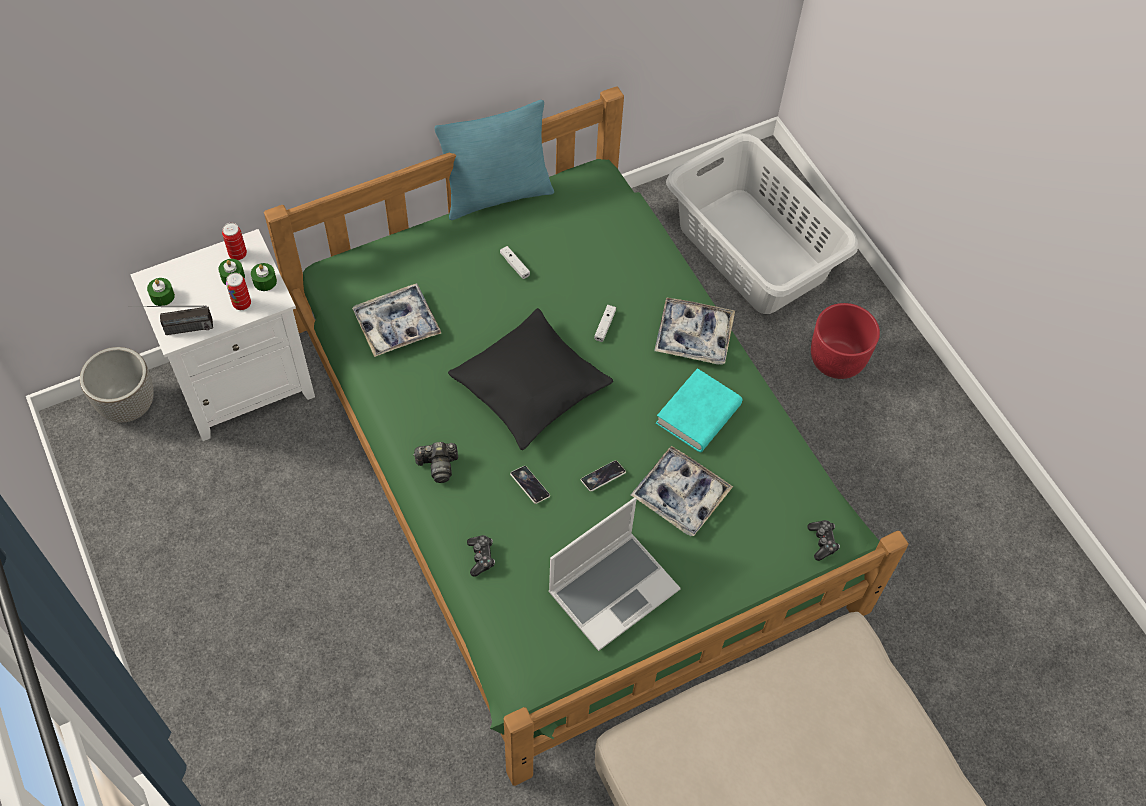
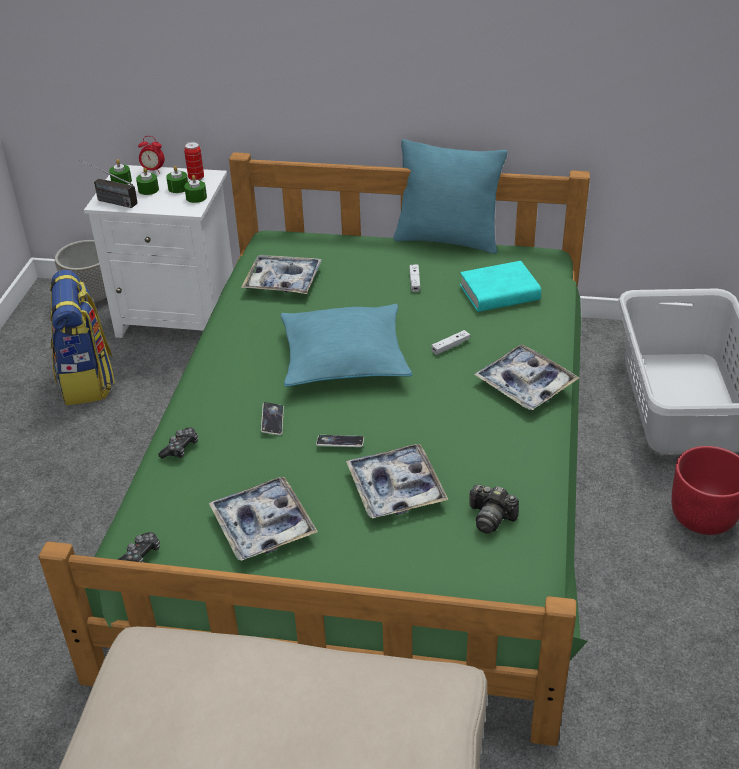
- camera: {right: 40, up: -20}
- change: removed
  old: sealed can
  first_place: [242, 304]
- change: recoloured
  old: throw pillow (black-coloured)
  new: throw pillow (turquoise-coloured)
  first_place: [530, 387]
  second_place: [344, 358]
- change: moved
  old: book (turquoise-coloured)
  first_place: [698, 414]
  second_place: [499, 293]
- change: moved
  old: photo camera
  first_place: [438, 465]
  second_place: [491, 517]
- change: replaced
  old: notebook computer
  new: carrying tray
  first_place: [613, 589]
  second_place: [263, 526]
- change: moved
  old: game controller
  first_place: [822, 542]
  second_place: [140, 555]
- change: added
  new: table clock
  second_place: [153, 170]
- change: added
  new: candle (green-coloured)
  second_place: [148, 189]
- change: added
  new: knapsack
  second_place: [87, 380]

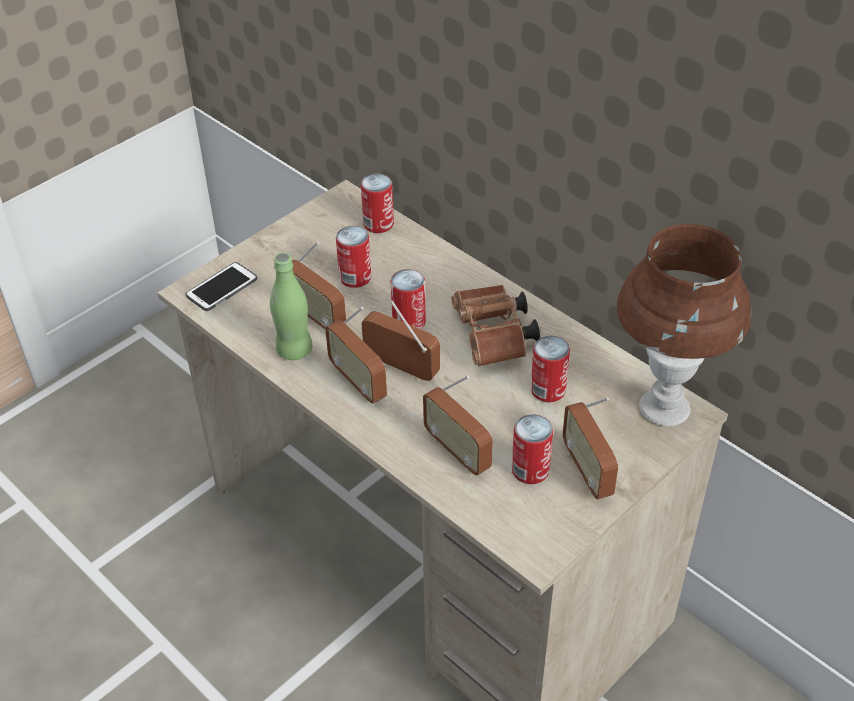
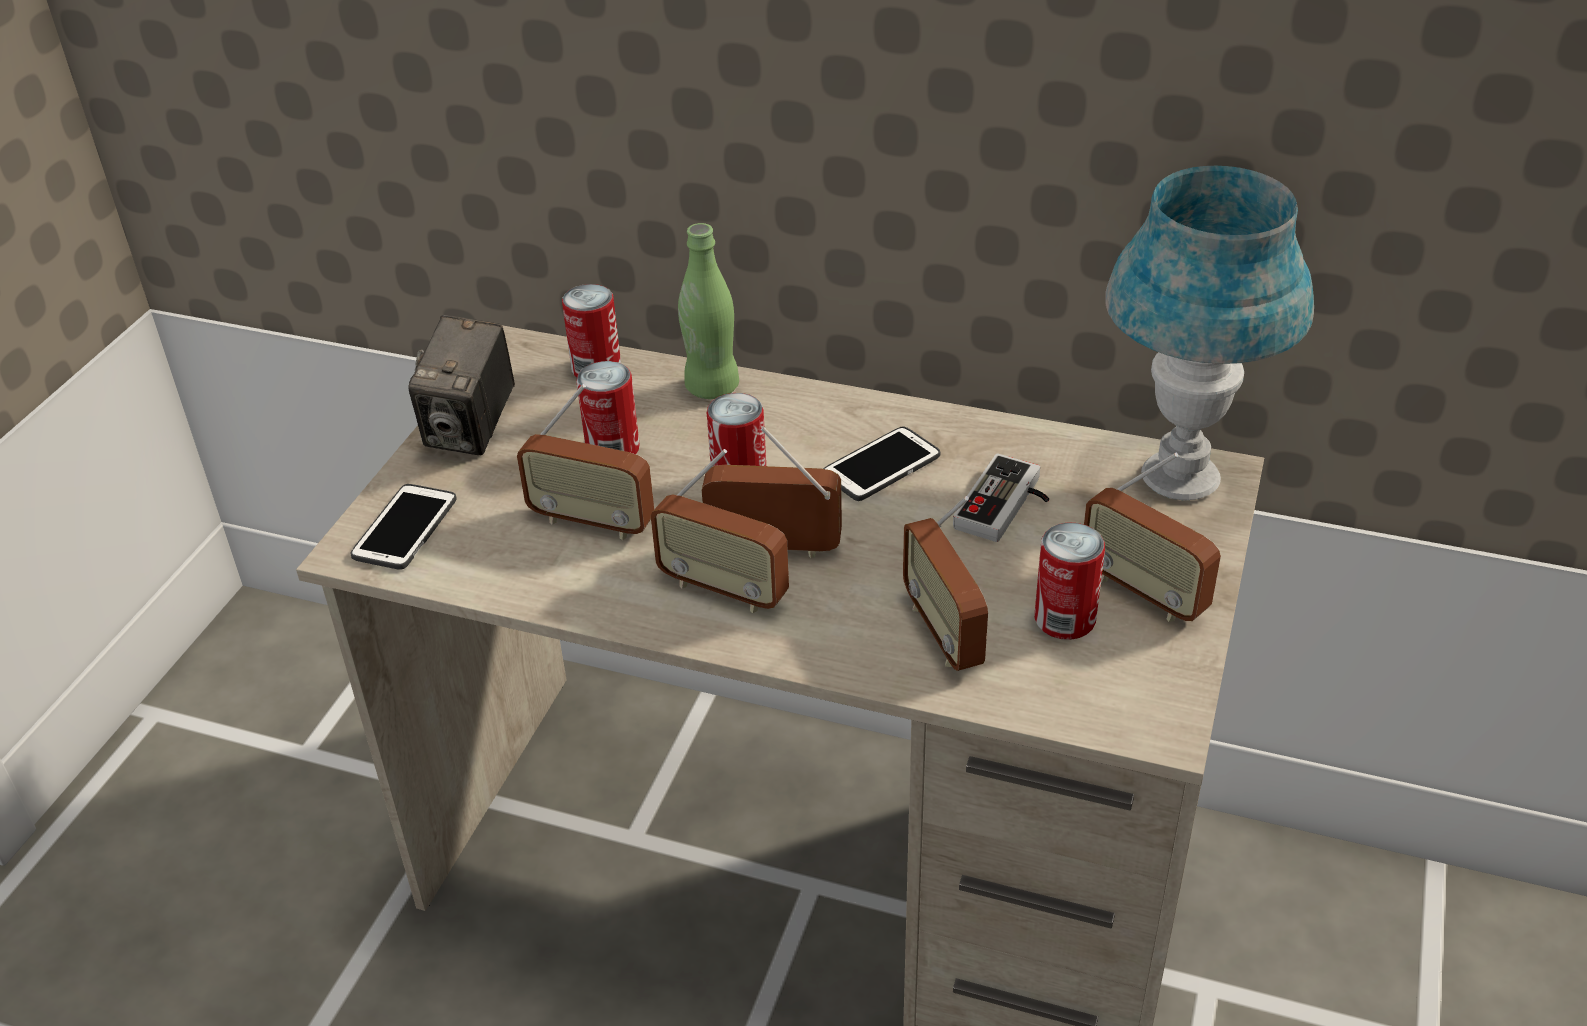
- camera: {right: -25, up: -5}
- change: recoloured
  old: tabletop lamp (brown-coloured)
  new: tabletop lamp (blue)
  first_place: [664, 408]
  second_place: [1180, 477]
- change: moved
  old: bottle (green-coloured)
  first_place: [294, 350]
  second_place: [712, 387]
- change: replaced
  old: pair of binoculars (brown-coloured)
  new: handset
  first_place: [494, 339]
  second_place: [881, 466]
- change: replaced
  old: sealed can
  new: game controller
  first_place: [548, 390]
  second_place: [1007, 507]
- change: turned
  old: radio
  first_place: [457, 452]
  second_place: [943, 632]
  degrees: 45
- change: added
  new: photo camera
  second_place: [471, 429]

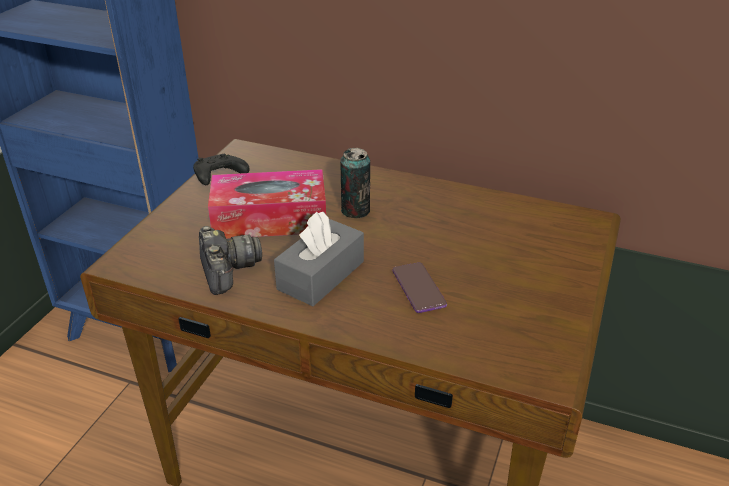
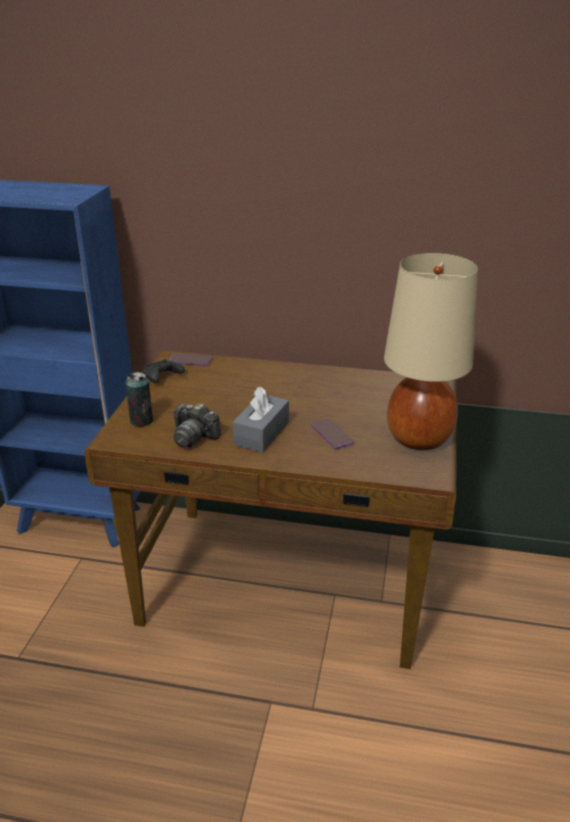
- camera: {right: -10, up: -5}
- change: moved
  old: sealed can
  first_place: [355, 211]
  second_place: [141, 421]
- change: removed
  old: box of tissues
  first_place: [270, 219]
- change: turned
  old: photo camera
  first_place: [227, 271]
  second_place: [194, 437]
  degrees: 150
- change: added
  new: tabletop lamp (sand-coloured)
  second_place: [418, 438]
- change: added
  new: handset
  second_place: [190, 360]

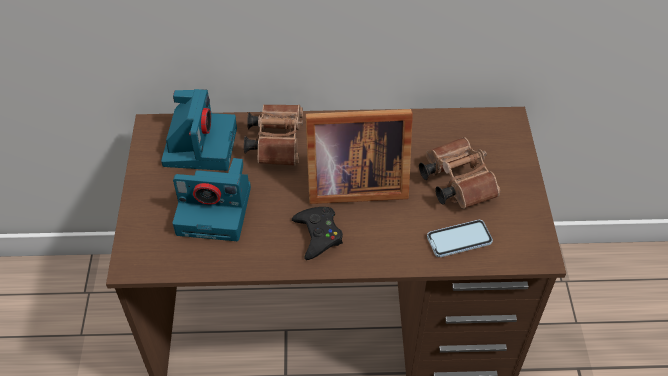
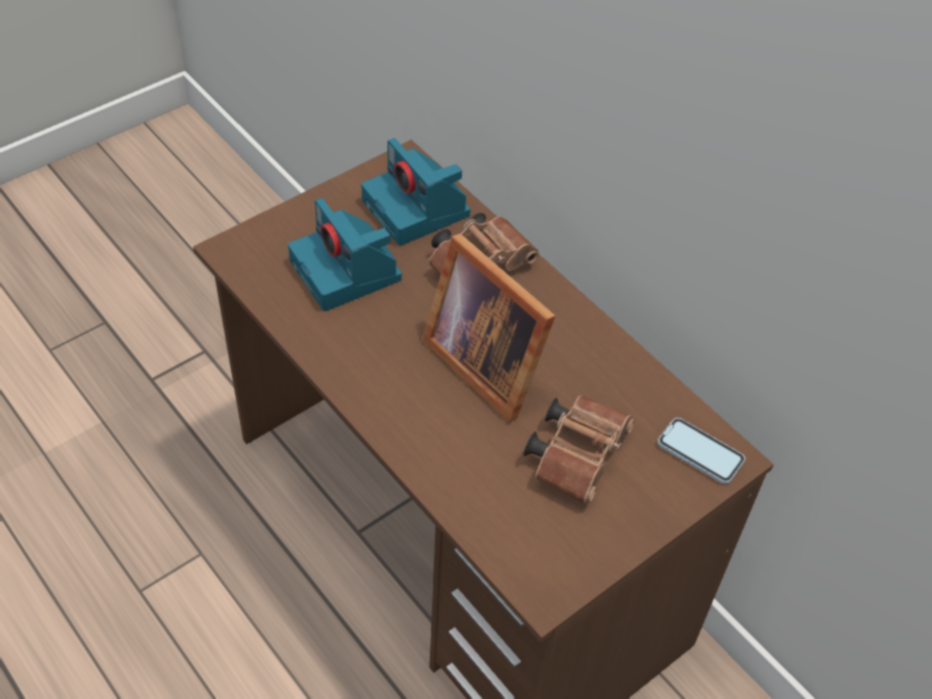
- camera: {right: 50, up: 0}
- change: turned
  old: photo camera
  first_place: [200, 145]
  second_place: [418, 209]
  degrees: 90
- change: removed
  old: game controller (black-coloured)
  first_place: [318, 235]
- change: moved
  old: handset
  first_place: [459, 239]
  second_place: [700, 452]

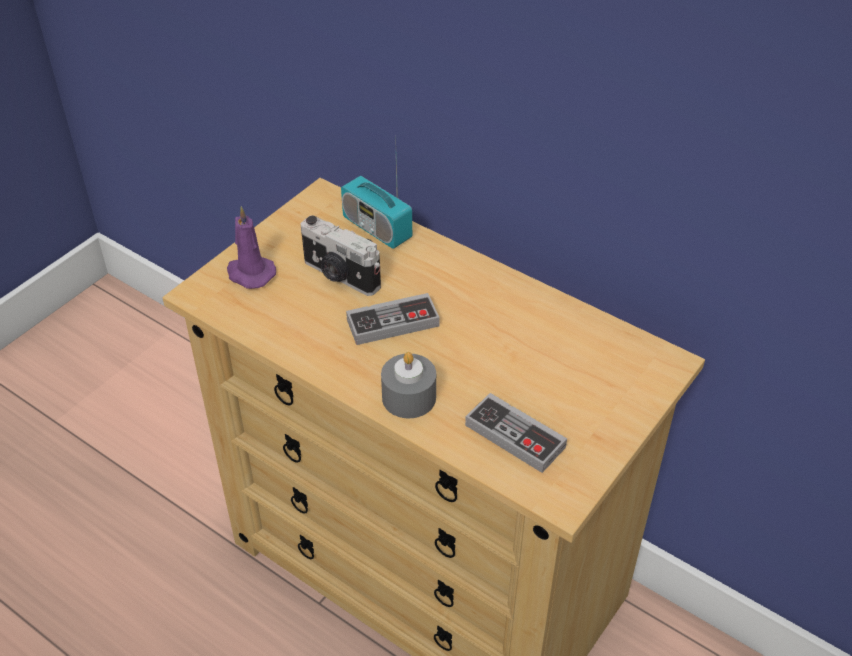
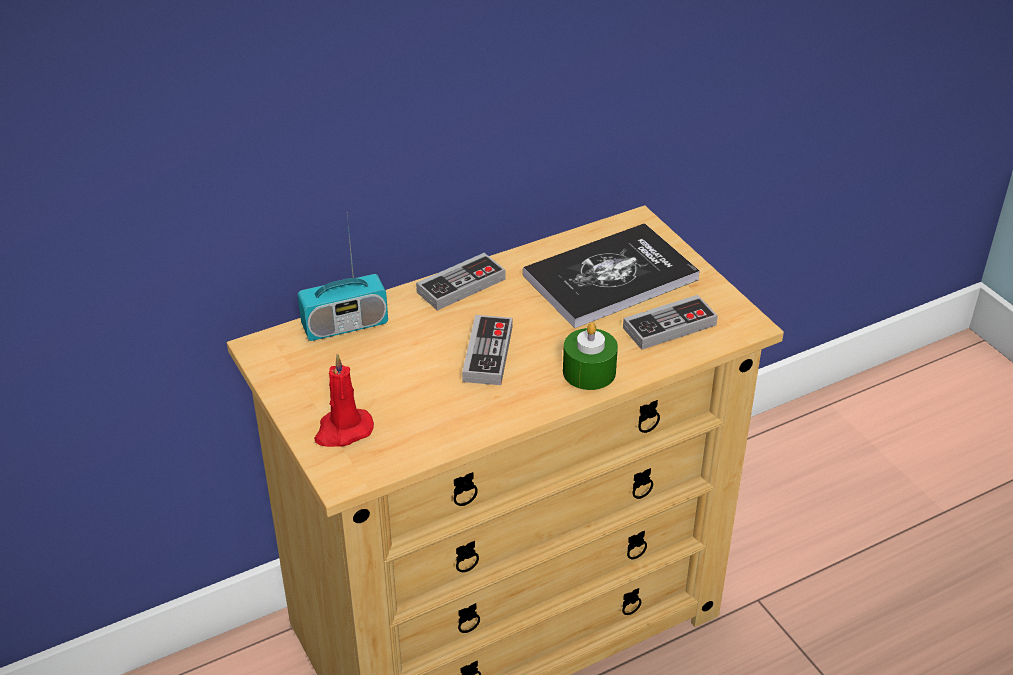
- camera: {right: -65, up: -5}
- change: recoloured
  old: candle (purple)
  new: candle (red)
  first_place: [249, 273]
  second_place: [343, 430]
- change: removed
  old: photo camera
  first_place: [340, 276]
- change: recoloured
  old: candle (gray)
  new: candle (green-coloured)
  first_place: [409, 397]
  second_place: [589, 372]
- change: added
  new: book
  second_place: [610, 277]
- change: added
  new: game controller
  second_place: [461, 285]

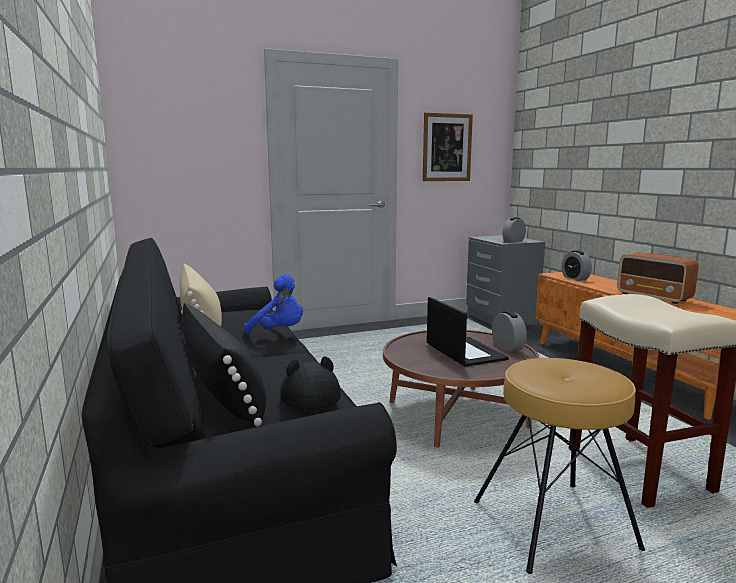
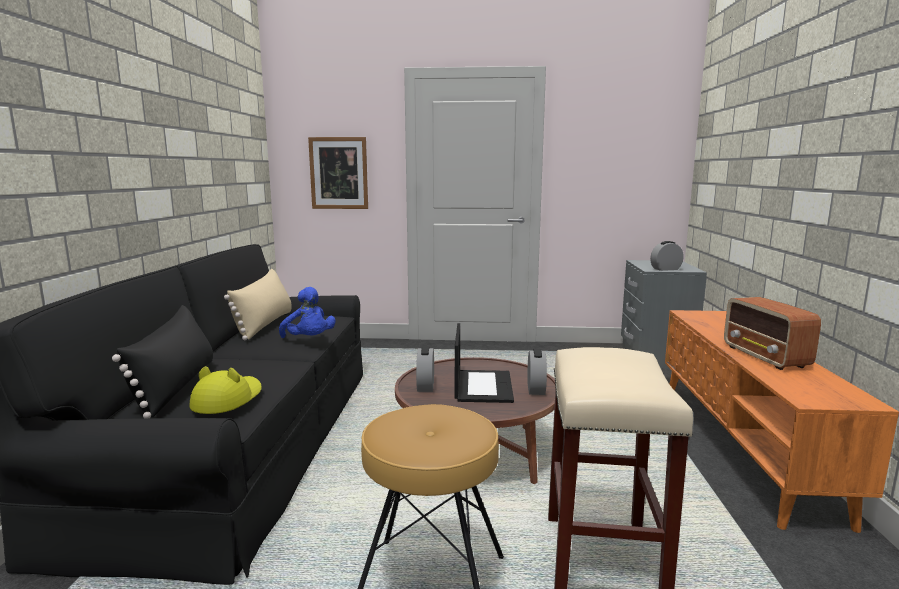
- camera: {right: 25, up: 0}
- change: moved
  old: wall art
  first_place: [447, 147]
  second_place: [339, 173]
- change: moved
  old: table clock
  first_place: [575, 278]
  second_place: [425, 386]
- change: recoloured
  old: clothing hat (black-coloured)
  new: clothing hat (yellow)
  first_place: [308, 393]
  second_place: [227, 399]

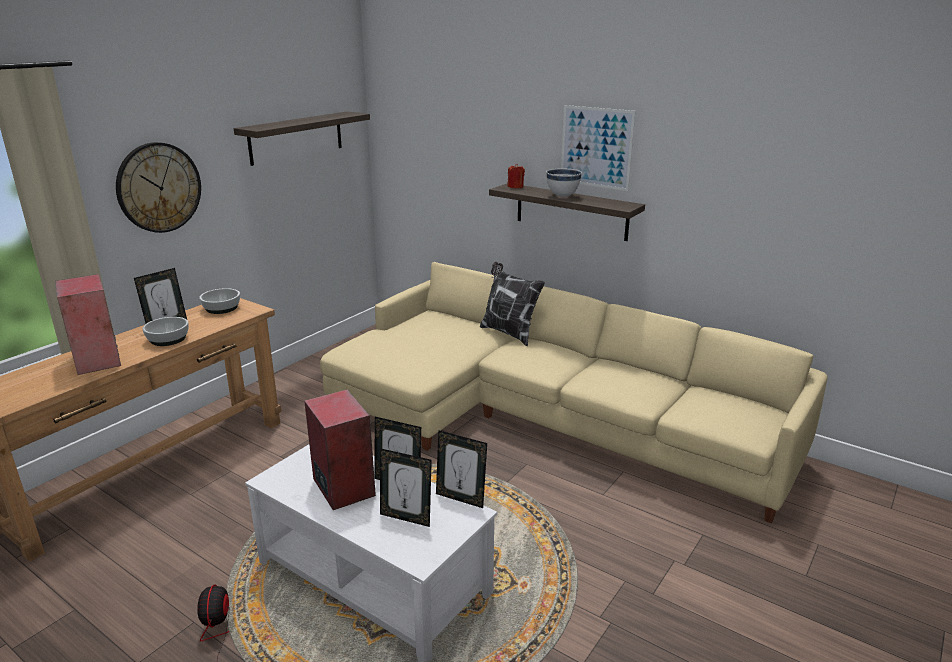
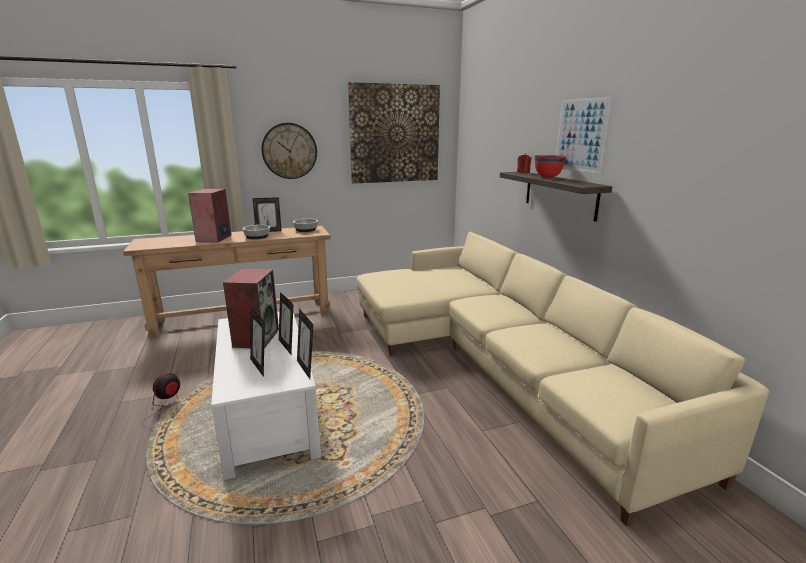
- camera: {right: 35, up: -5}
- change: replaced
  old: wall shelf
  new: wall art
  first_place: [296, 137]
  second_place: [394, 134]
- change: recoloured
  old: deep dish (white)
  new: deep dish (red)
  first_place: [562, 196]
  second_place: [548, 178]
- change: removed
  old: throw pillow
  first_place: [509, 333]

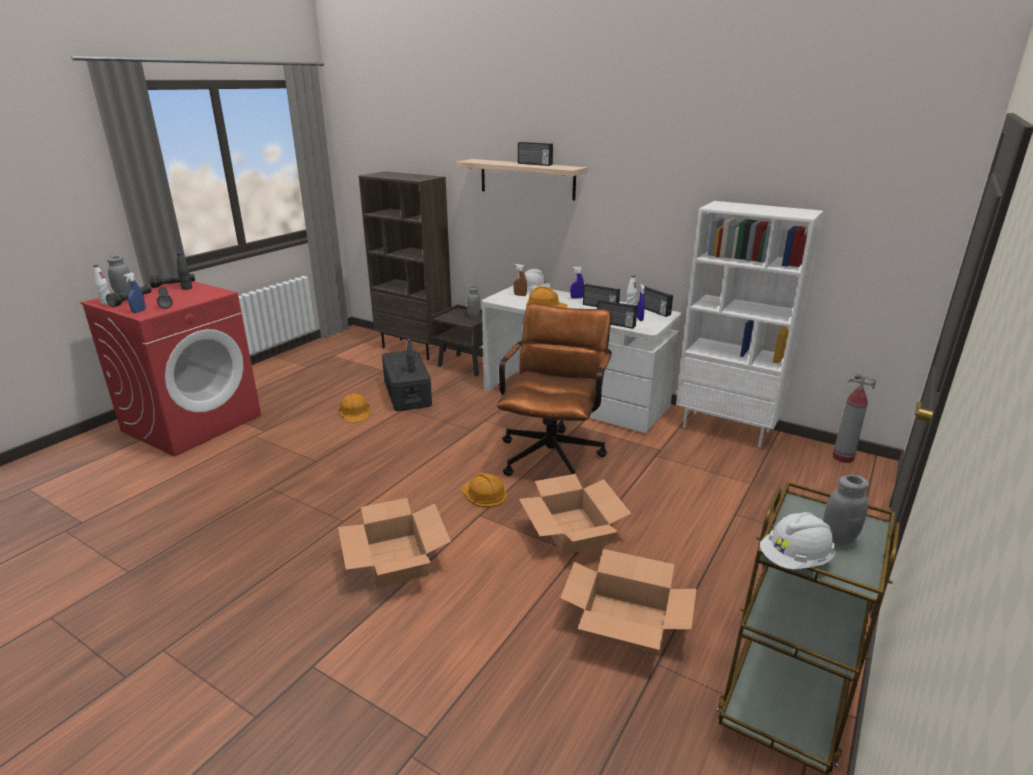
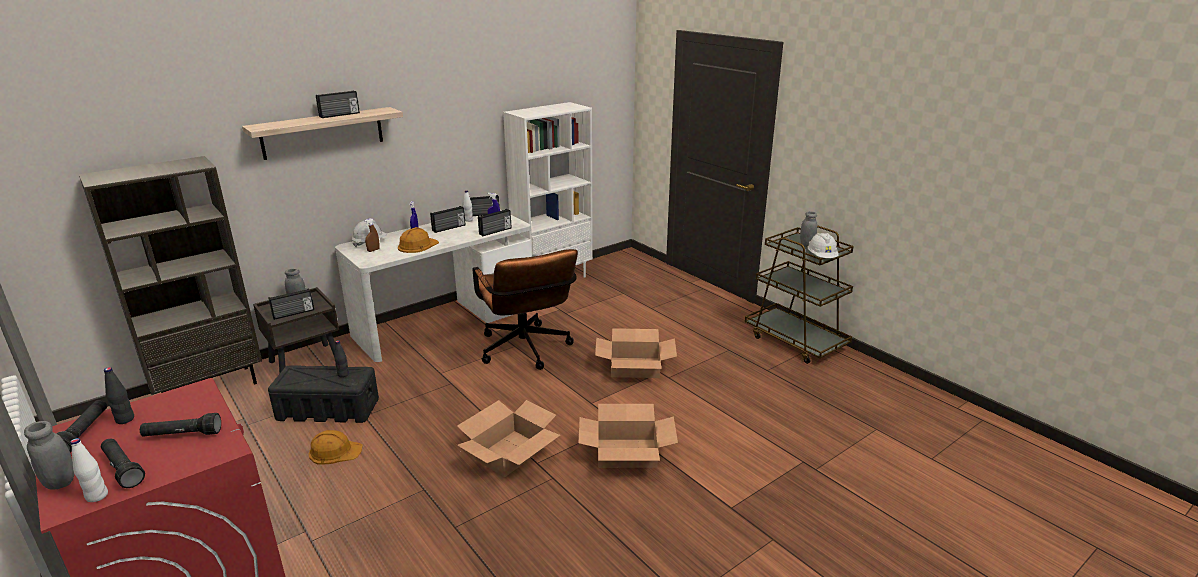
- camera: {right: -70, up: 0}
- change: removed
  old: hand sprayer (blue)
  first_place: [139, 311]
- change: turned
  old: computer chair (brown-coloured)
  first_place: [553, 452]
  second_place: [526, 351]
  degrees: -150
- change: removed
  old: fire-fighting cylinder
  first_place: [842, 457]
- change: removed
  old: safety helmet (orange-coloured)
  first_place: [483, 494]
- change: moved
  old: cardboard box
  first_place: [626, 622]
  second_place: [509, 453]
- change: added
  new: radio
  second_place: [293, 313]

